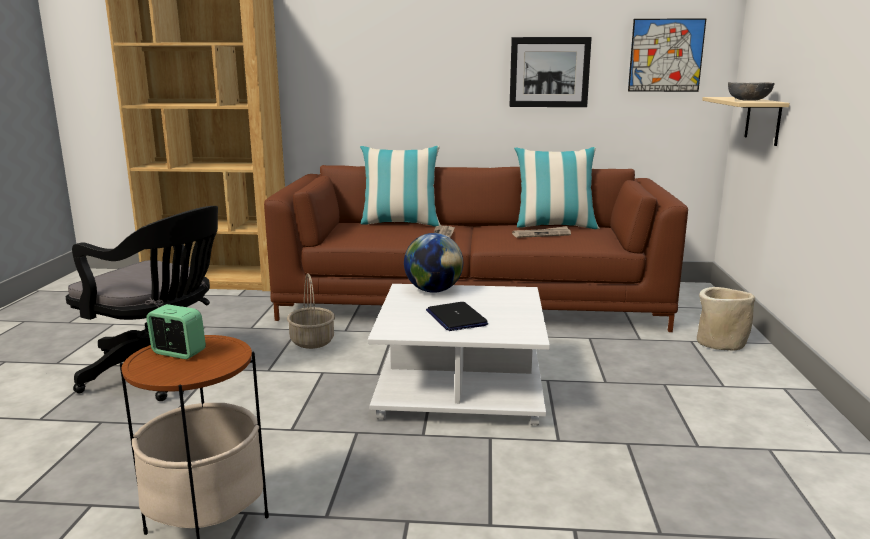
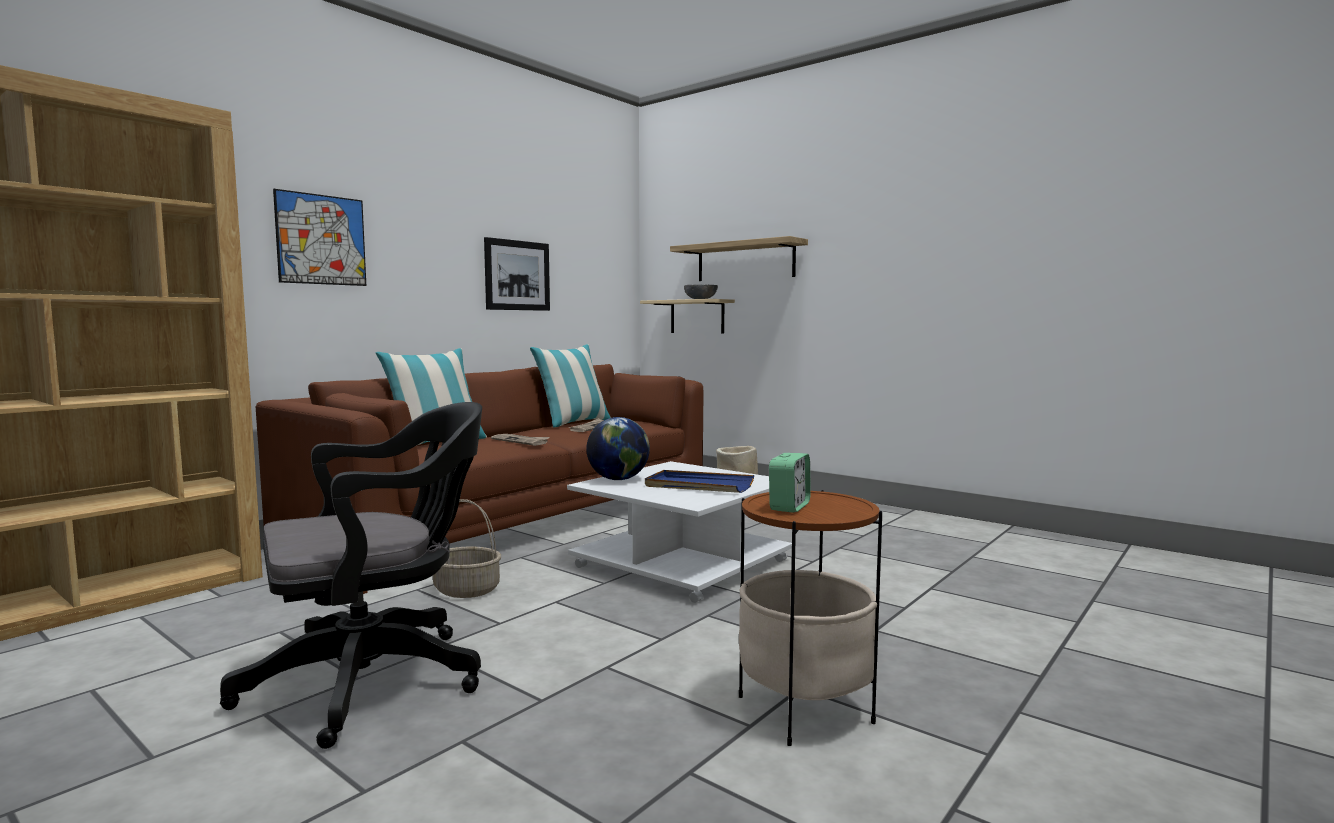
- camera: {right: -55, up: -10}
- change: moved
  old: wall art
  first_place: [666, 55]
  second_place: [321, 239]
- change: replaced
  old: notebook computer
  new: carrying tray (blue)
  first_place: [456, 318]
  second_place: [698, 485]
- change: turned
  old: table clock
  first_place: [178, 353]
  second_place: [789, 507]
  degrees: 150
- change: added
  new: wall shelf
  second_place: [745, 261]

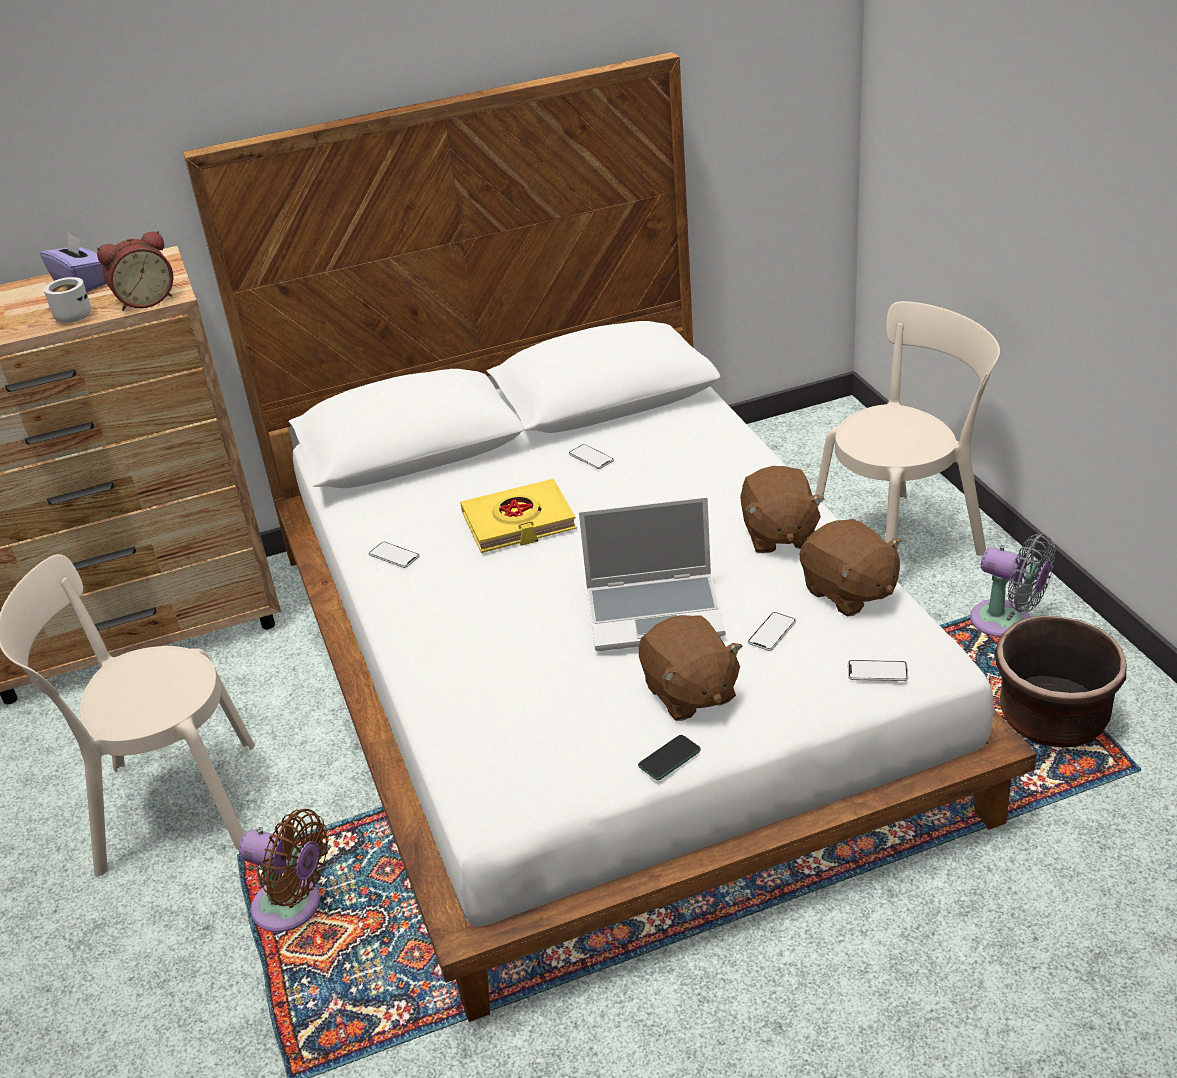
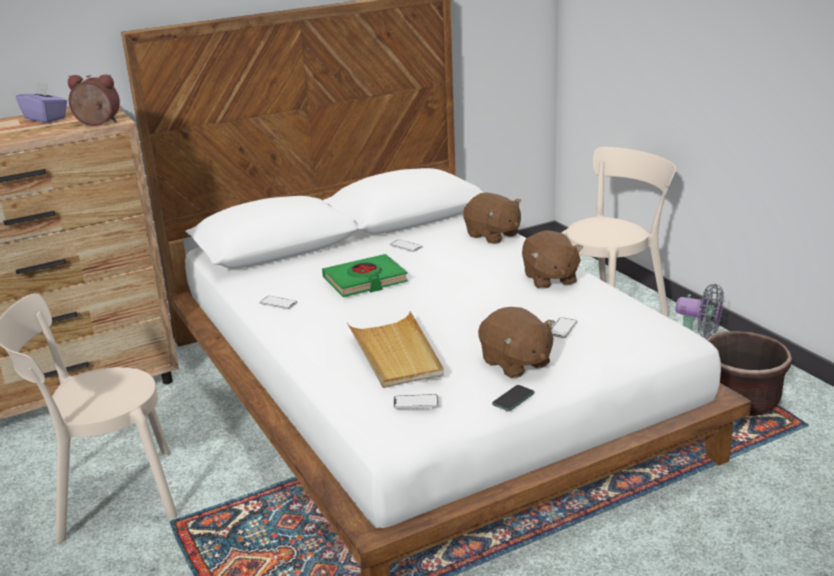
- camera: {right: -10, up: -10}
- change: turned
  old: table clock
  first_place: [145, 300]
  second_place: [97, 124]
  degrees: -135
- change: removed
  old: tea mug (white)
  first_place: [71, 316]
- change: recoloured
  old: book (yellow)
  new: book (green-coloured)
  first_place: [519, 523]
  second_place: [365, 281]
- change: removed
  old: notebook computer
  first_place: [656, 613]
- change: moved
  old: soft toy (brown-coloured)
  first_place: [849, 592]
  second_place: [492, 235]
- change: moved
  old: handset
  first_place: [877, 672]
  second_place: [416, 402]
- change: removed
  old: cooling fan (brown-coloured)
  first_place: [293, 908]
- change: added
  new: carrying tray (sand-coloured)
  second_place: [395, 354]

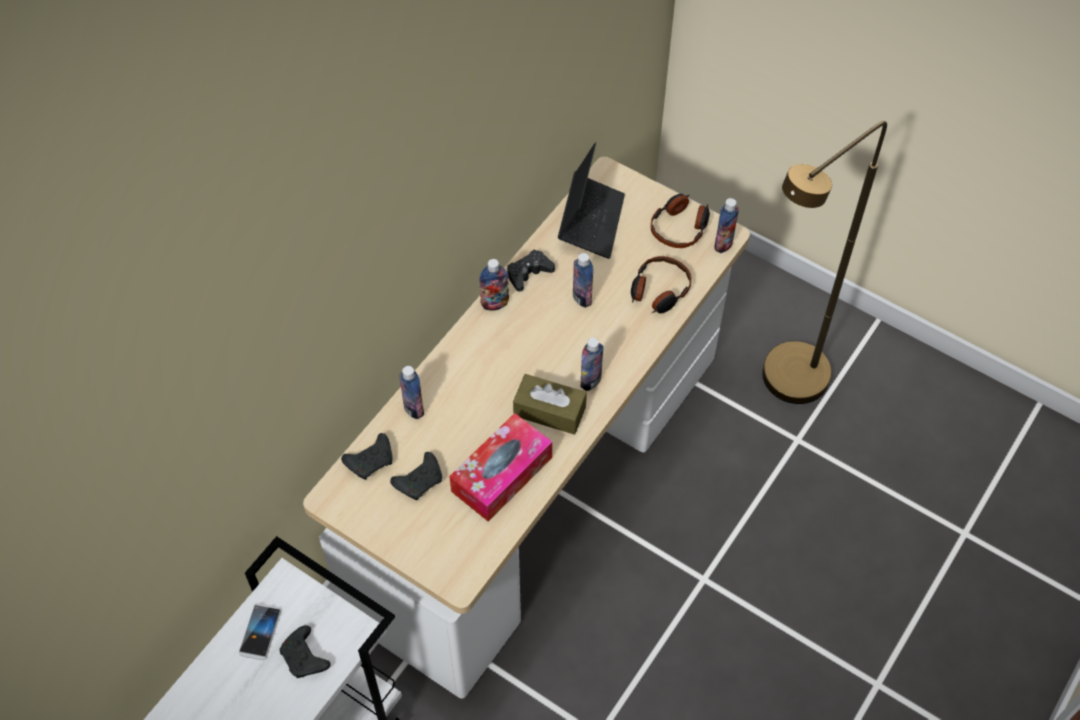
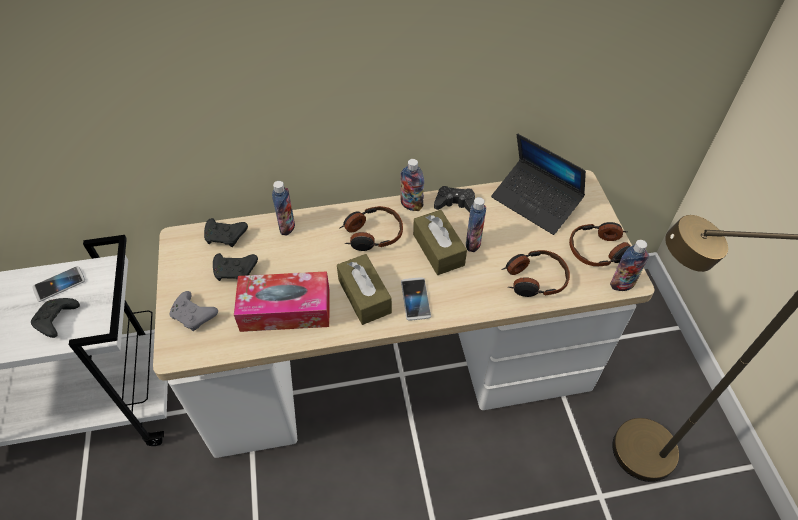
- camera: {right: 45, up: -5}
- change: turned
  old: notebook computer
  first_place: [591, 221]
  second_place: [535, 202]
  degrees: 75
- change: replaced
  old: bottle
  new: handset
  first_place: [590, 380]
  second_place: [415, 299]
- change: added
  new: headphones
  second_place: [372, 234]
- change: added
  new: box of tissues (brown-coloured)
  second_place: [438, 249]
- change: added
  new: game controller (gray)
  second_place: [194, 316]

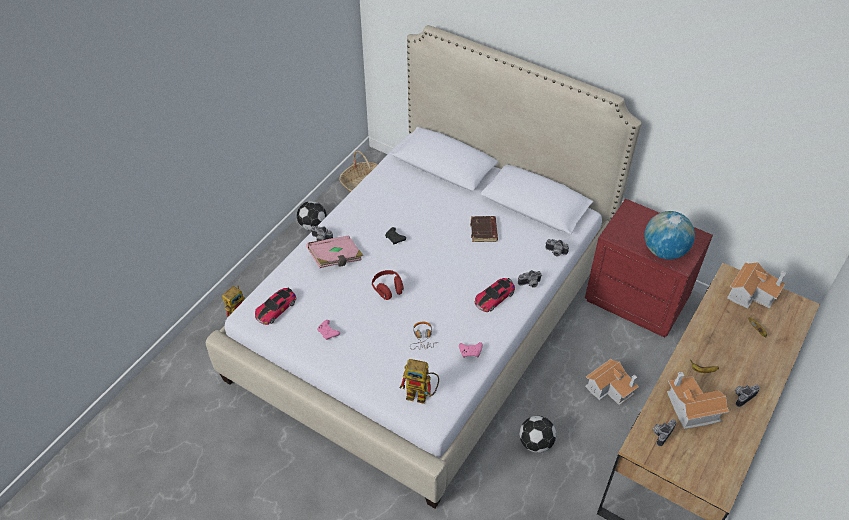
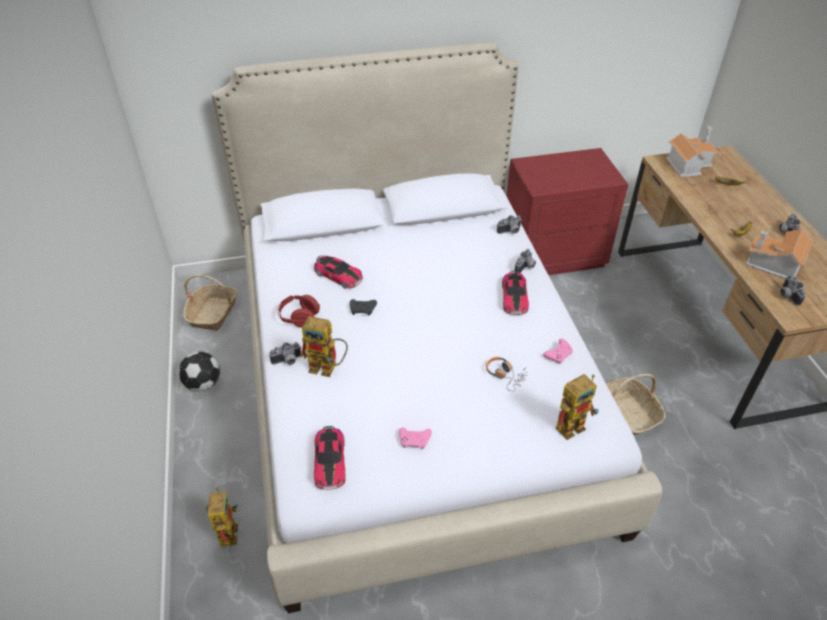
- camera: {right: -45, up: -5}
- change: removed
  old: world globe
  first_place: [664, 251]
- change: removed
  old: book (brown-coloured)
  first_place: [484, 231]
- change: replaced
  old: book (pinkish)
  new: robot figure
  first_place: [336, 259]
  second_place: [328, 368]
- change: moved
  old: headphones (red)
  first_place: [388, 289]
  second_place: [299, 318]
- change: removed
  old: miniature house
  first_place: [610, 387]
- change: replaced
  old: football ball
  new: storage basket
  first_place: [536, 442]
  second_place: [627, 413]
- change: added
  new: miniature car
  second_place: [338, 275]

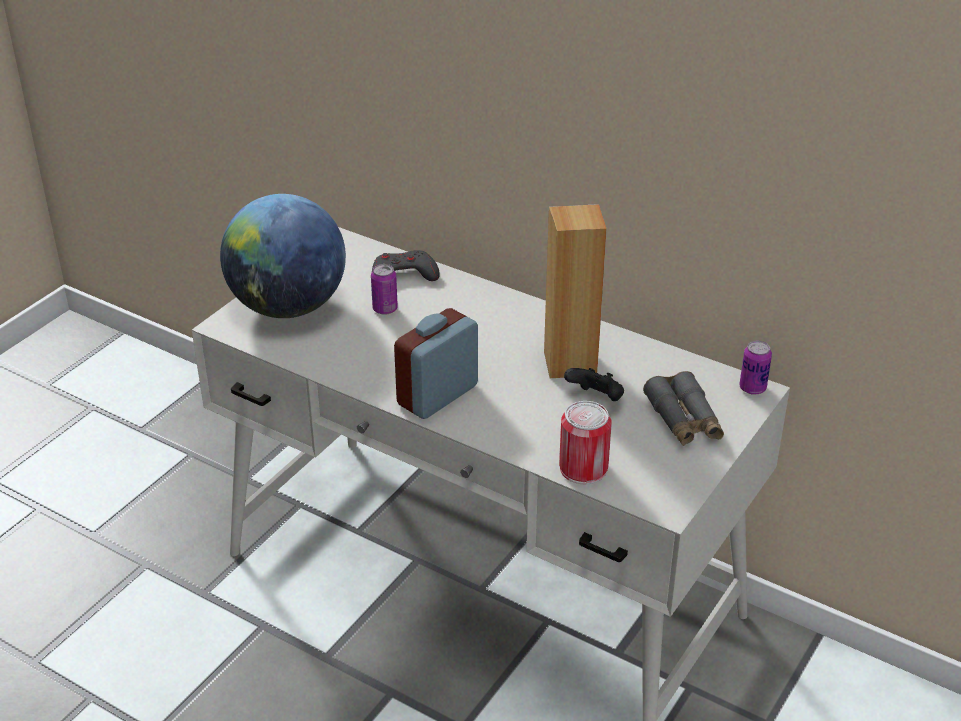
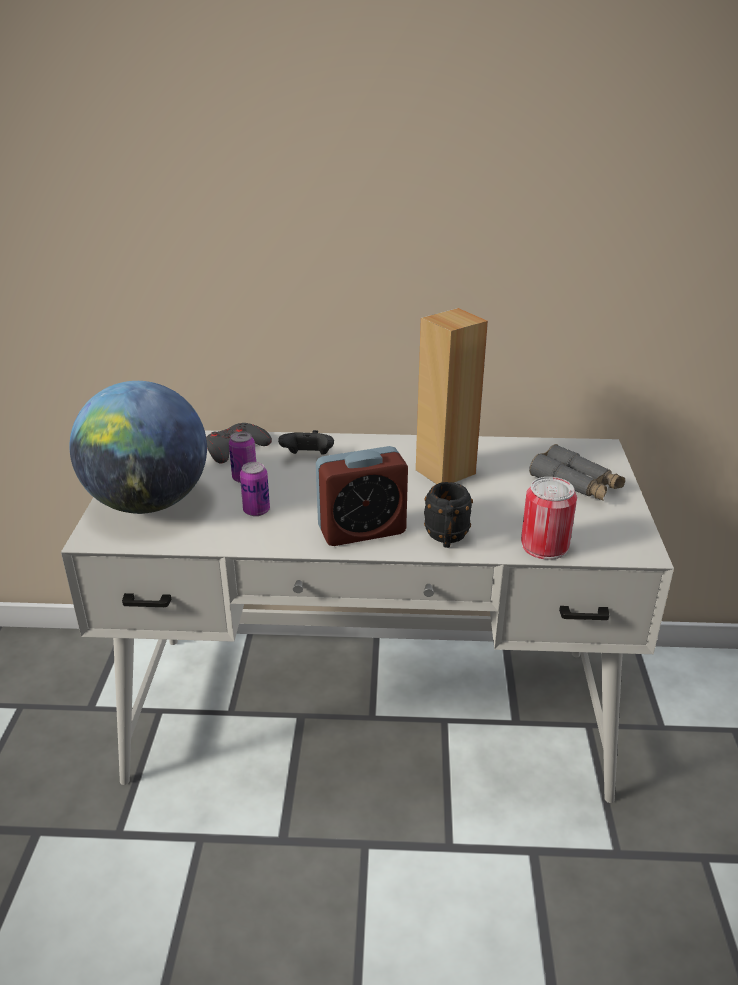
- camera: {right: -30, up: -5}
- change: turned
  old: table clock
  first_place: [437, 395]
  second_place: [362, 530]
  degrees: -120
- change: moved
  old: sealed can
  first_place: [752, 388]
  second_place: [256, 510]
- change: moved
  old: game controller (black-coloured)
  first_place: [596, 399]
  second_place: [308, 457]
- change: added
  new: tea mug (black-coloured)
  second_place: [446, 539]

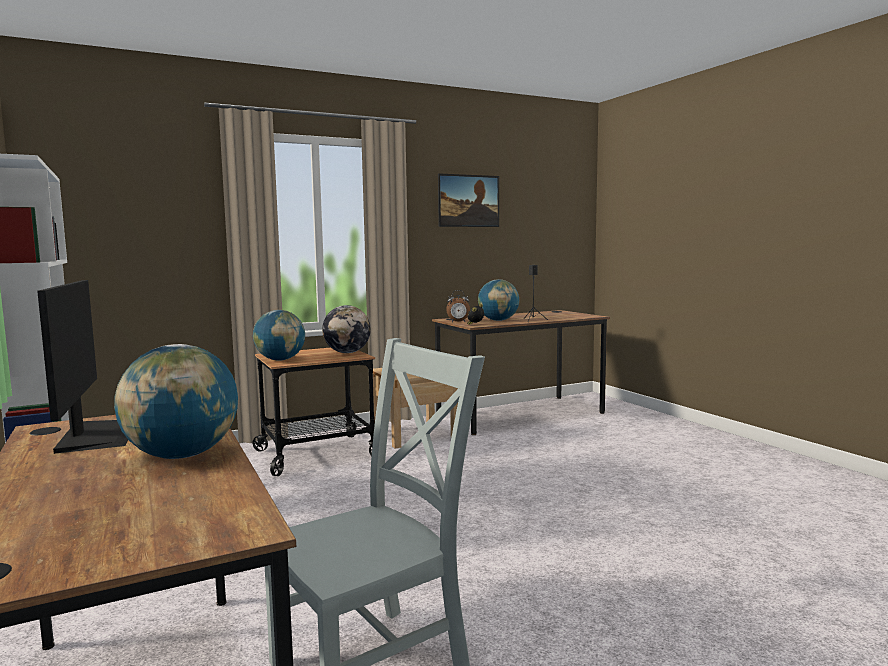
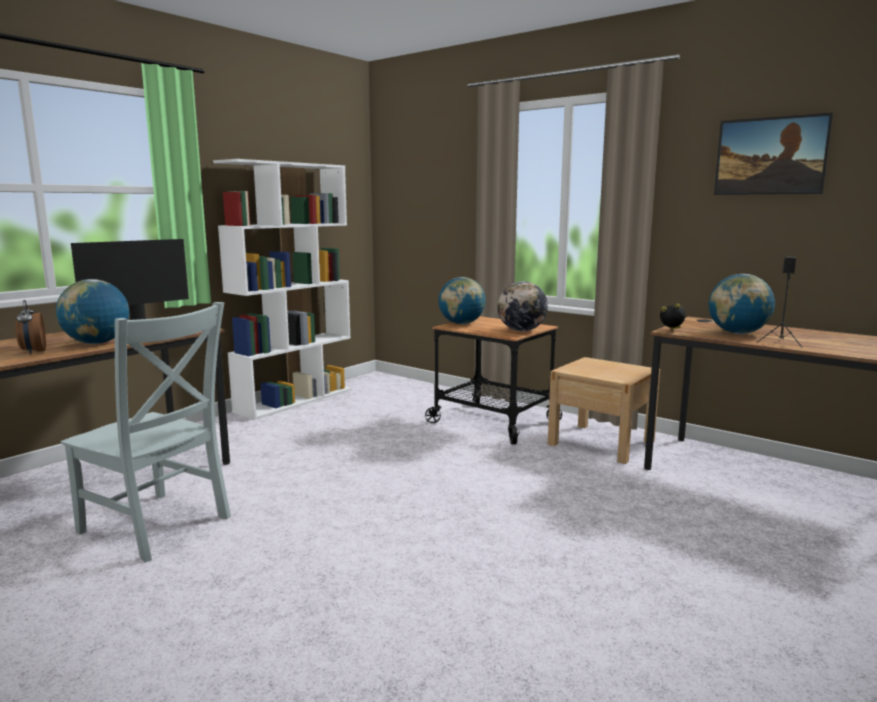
- camera: {right: 65, up: 5}
- change: moved
  old: table clock
  first_place: [458, 322]
  second_place: [33, 351]

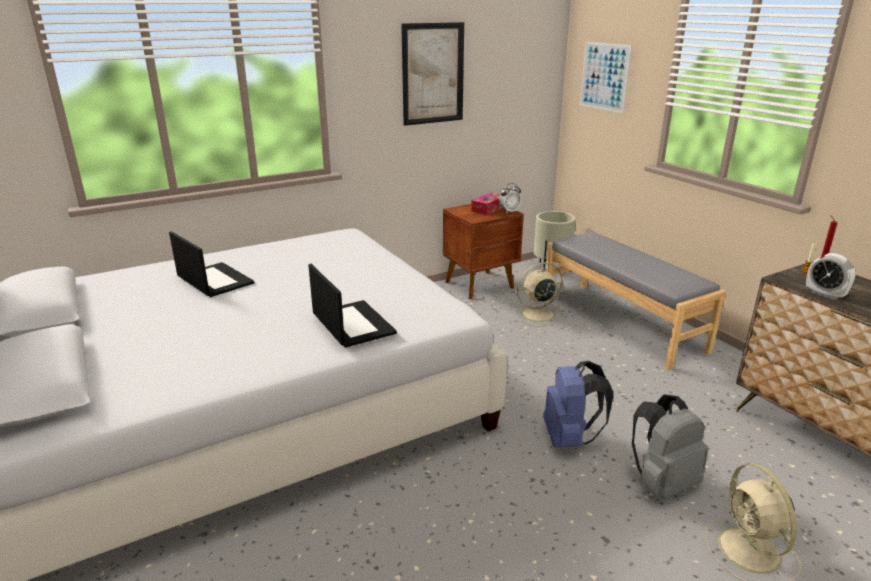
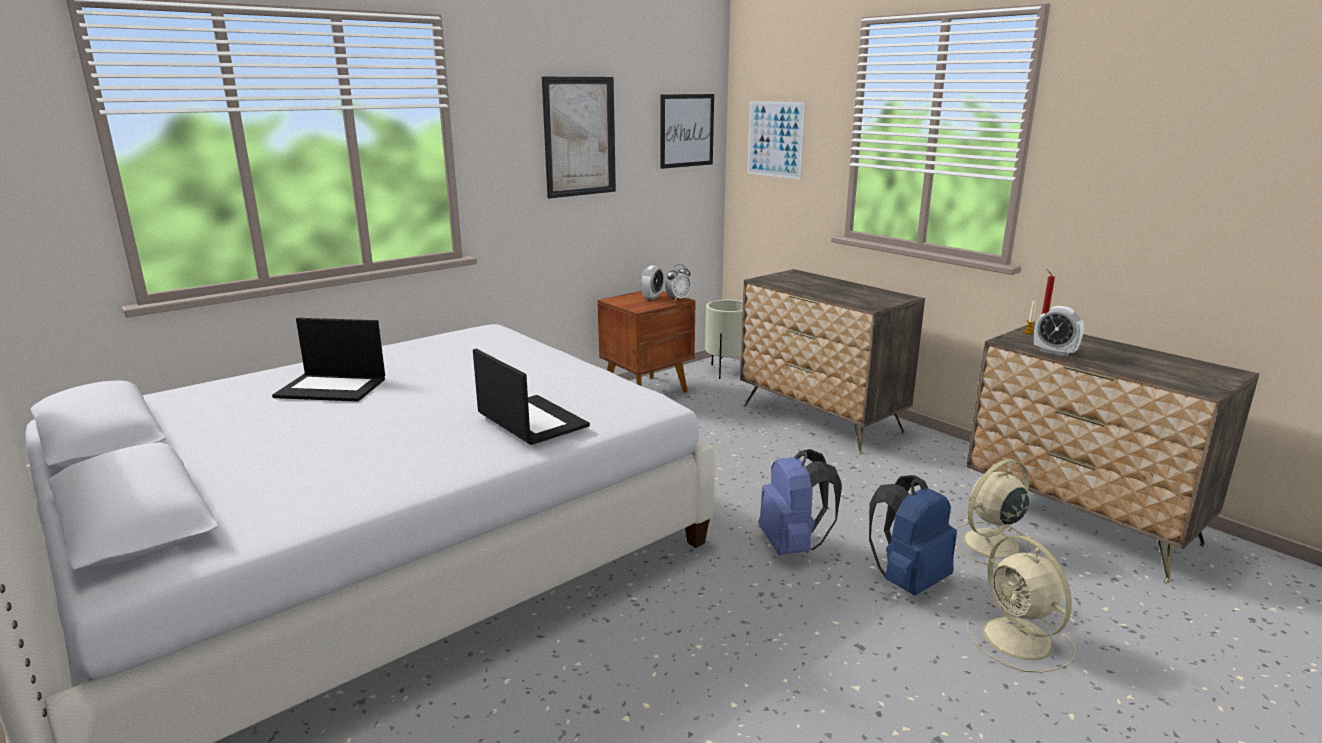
- camera: {right: -10, up: -5}
- change: replaced
  old: box of tissues
  new: table clock
  first_place: [488, 209]
  second_place: [652, 297]
- change: turned
  old: notebook computer
  first_place: [214, 280]
  second_place: [333, 387]
  degrees: 150
- change: replaced
  old: long seat (gray)
  new: drawer chest
  first_place: [621, 322]
  second_place: [821, 419]
- change: moved
  old: cooling fan (sand-coloured)
  first_place: [536, 314]
  second_place: [989, 544]
- change: recoloured
  old: knapsack (gray)
  new: knapsack (blue)
  first_place: [662, 482]
  second_place: [908, 580]
- change: added
  new: wall art
  second_place: [686, 130]

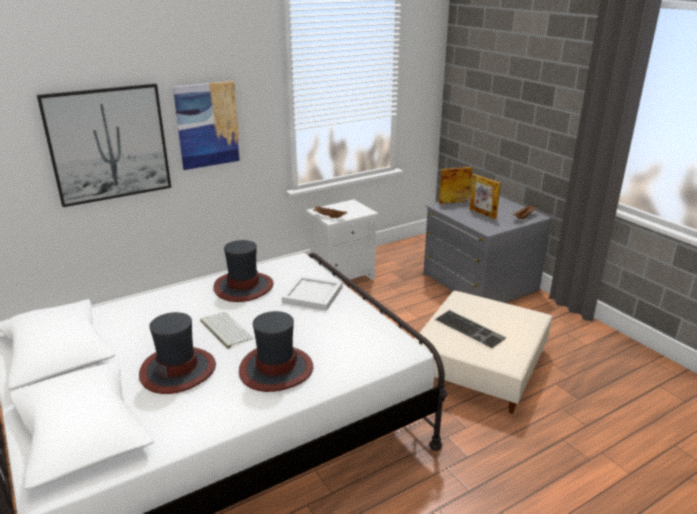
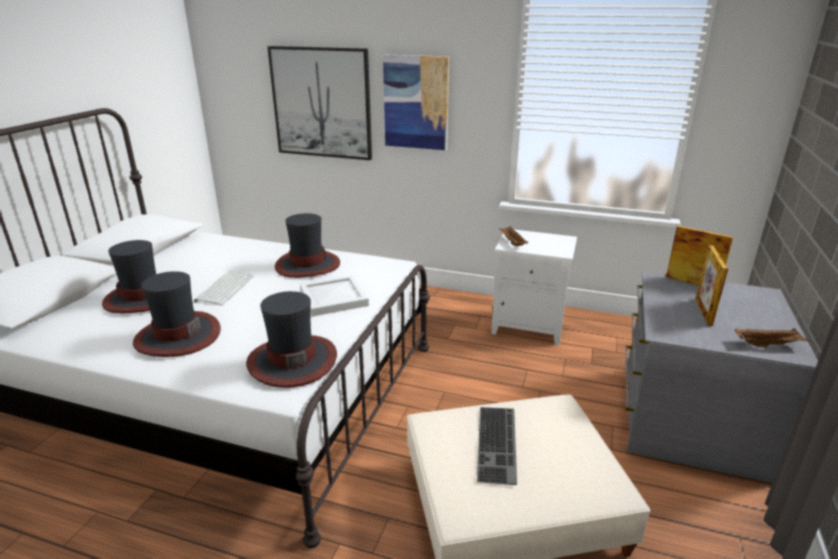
- camera: {right: 50, up: 0}
- change: added
  new: clothing hat
  second_place: [292, 361]

